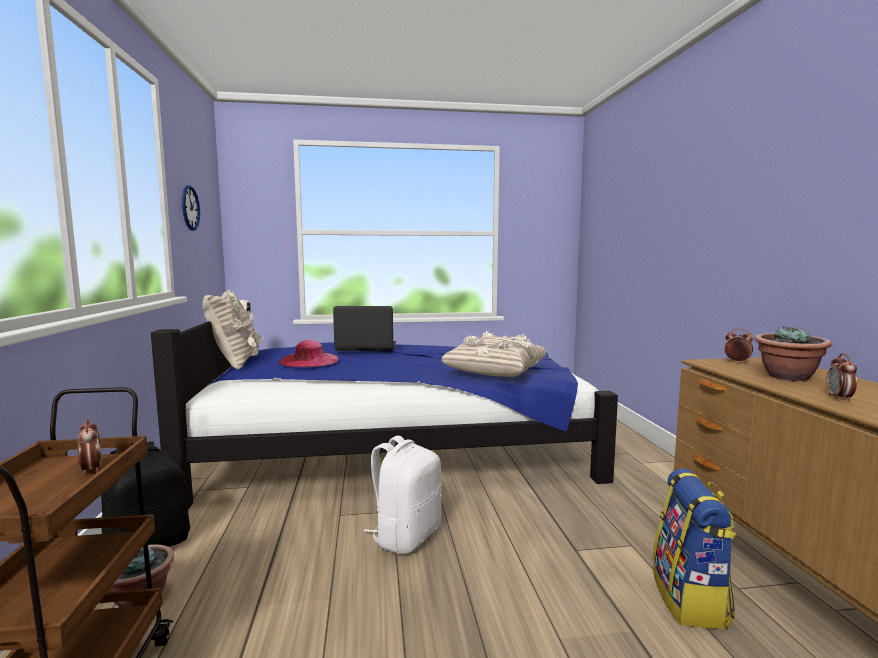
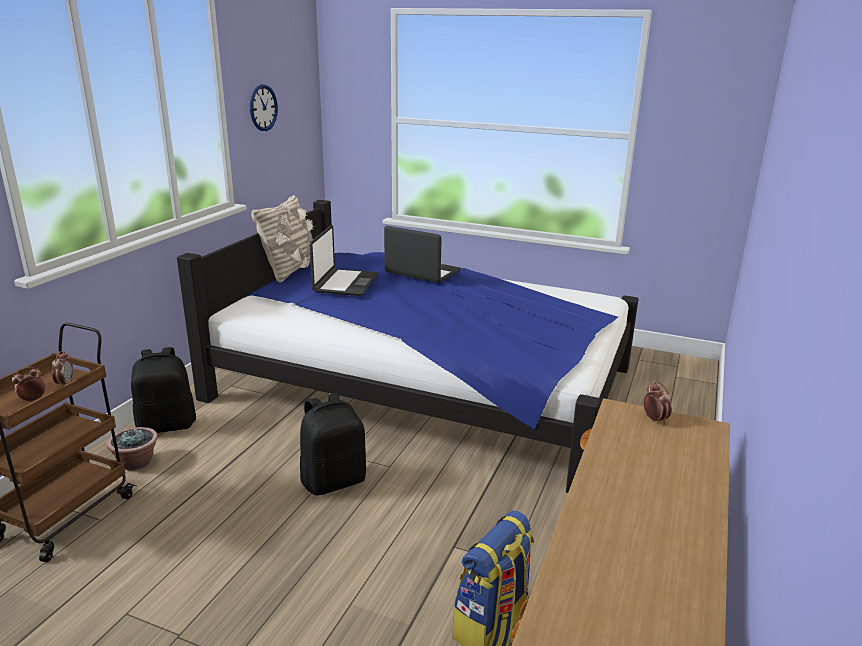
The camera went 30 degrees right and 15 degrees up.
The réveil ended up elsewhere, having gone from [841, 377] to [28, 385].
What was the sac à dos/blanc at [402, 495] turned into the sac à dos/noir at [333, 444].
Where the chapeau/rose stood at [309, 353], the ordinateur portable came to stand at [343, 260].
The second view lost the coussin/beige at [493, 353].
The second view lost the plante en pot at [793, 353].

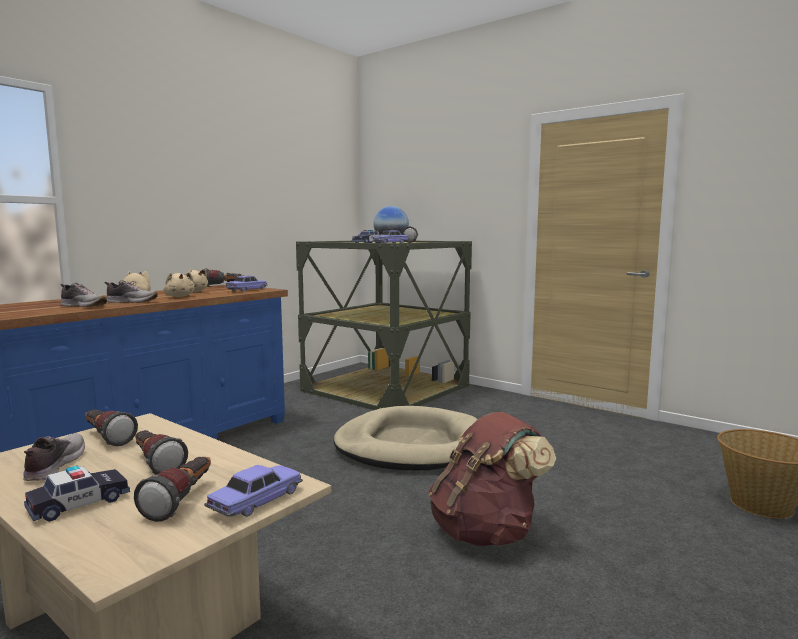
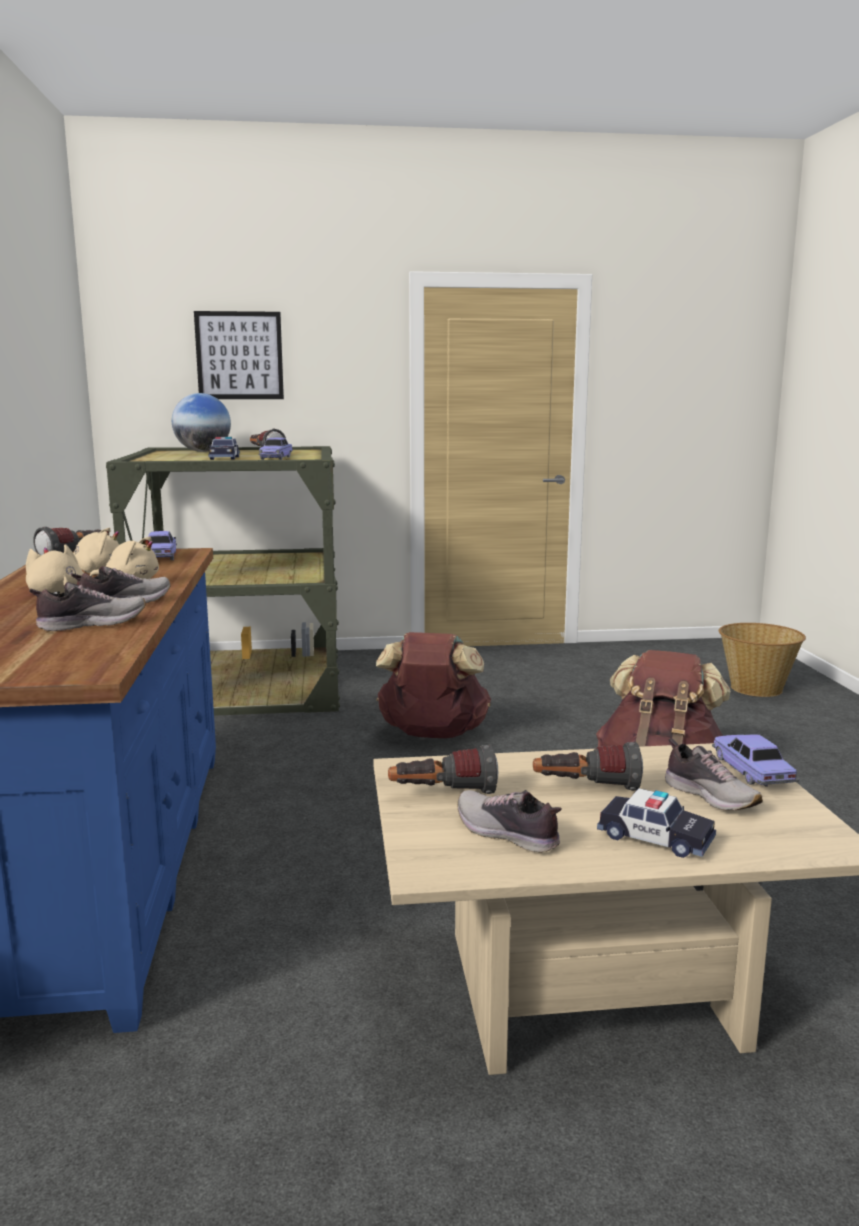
The camera went 45 degrees left and 5 degrees up.
The second view gained the tableau at [239, 355].
Where the panier pour chien/beige stood at [406, 438], the sac à dos/marron came to stand at [433, 685].
The petite voiture at [77, 494] ended up facing another way, 120 degrees clockwise from before.
Where the lampe de poche stood at [172, 489], the chaussure came to stand at [714, 774].

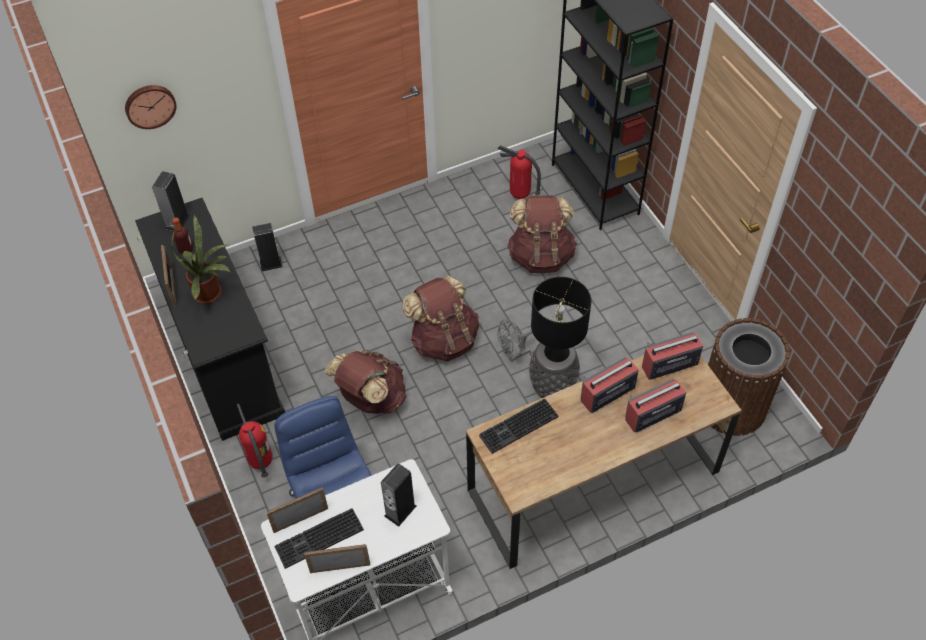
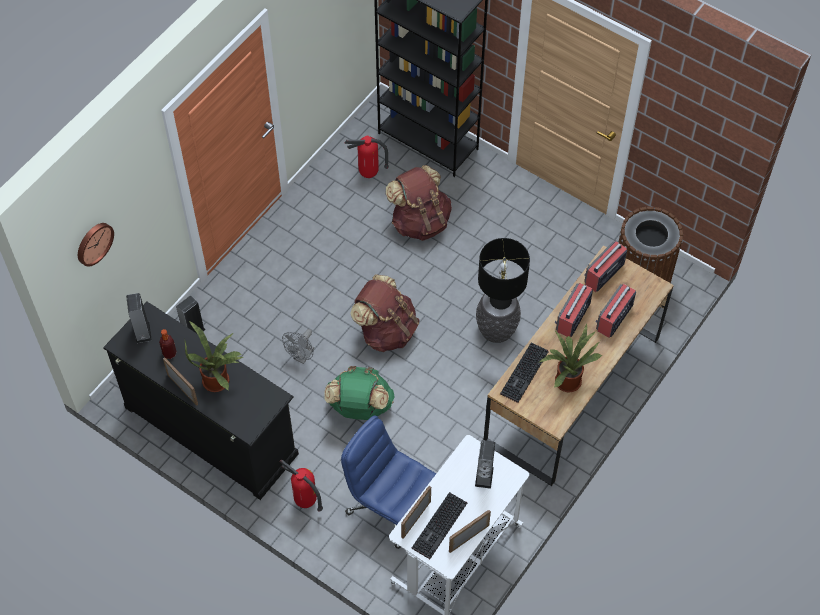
The camera went 30 degrees left and 5 degrees up.
The ventilateur/gris ended up elsewhere, having gone from [514, 340] to [298, 346].
What was the sac à dos/marron at [365, 382] turned into the sac à dos/vert at [359, 393].
The second view gained the plante en pot at [571, 358].

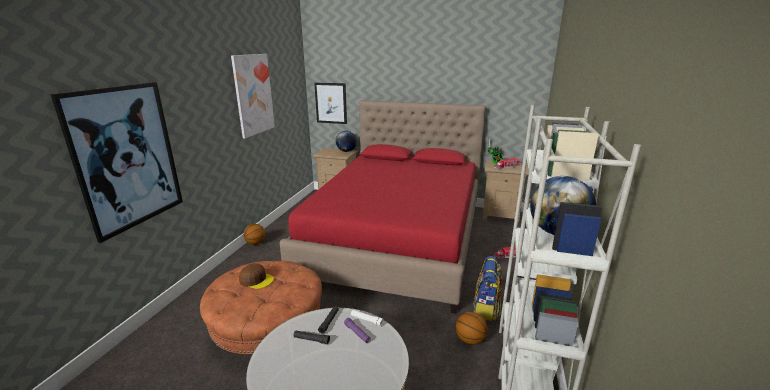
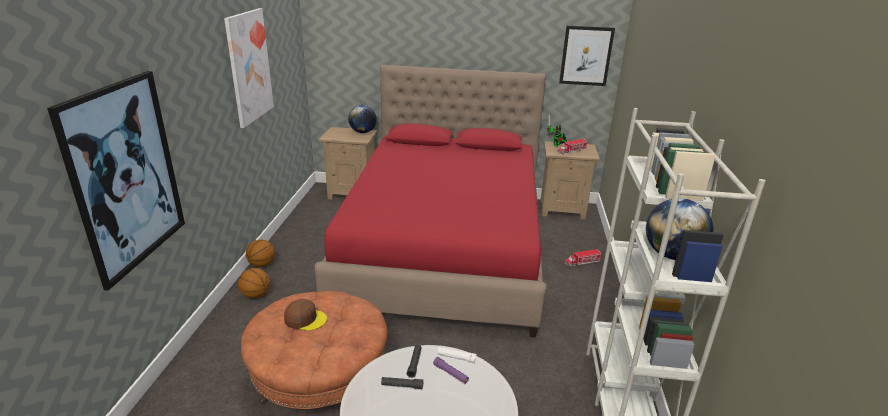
The camera went 10 degrees left and 5 degrees up.
The ballon de basket ended up elsewhere, having gone from [472, 328] to [254, 283].
The tableau ended up elsewhere, having gone from [330, 103] to [587, 55].
The second view lost the sac à dos at [487, 288].

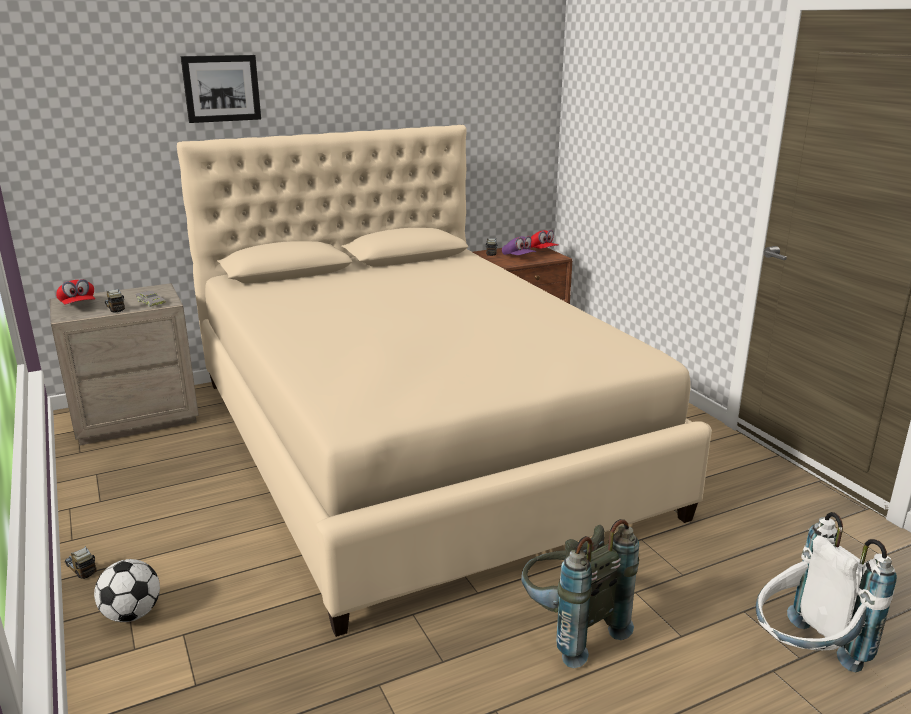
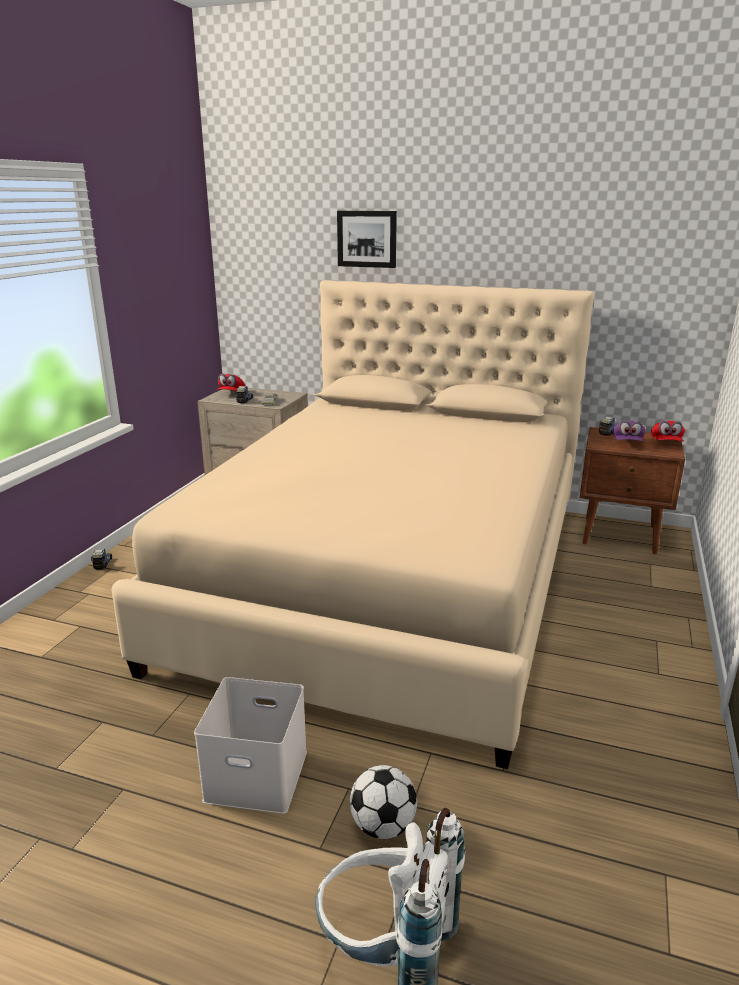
The camera went 45 degrees right and 0 degrees up.
Where the sac à dos/gris stood at [580, 593], the boîte de rangement/blanc came to stand at [250, 745].
The ballon de foot ended up elsewhere, having gone from [127, 590] to [383, 802].

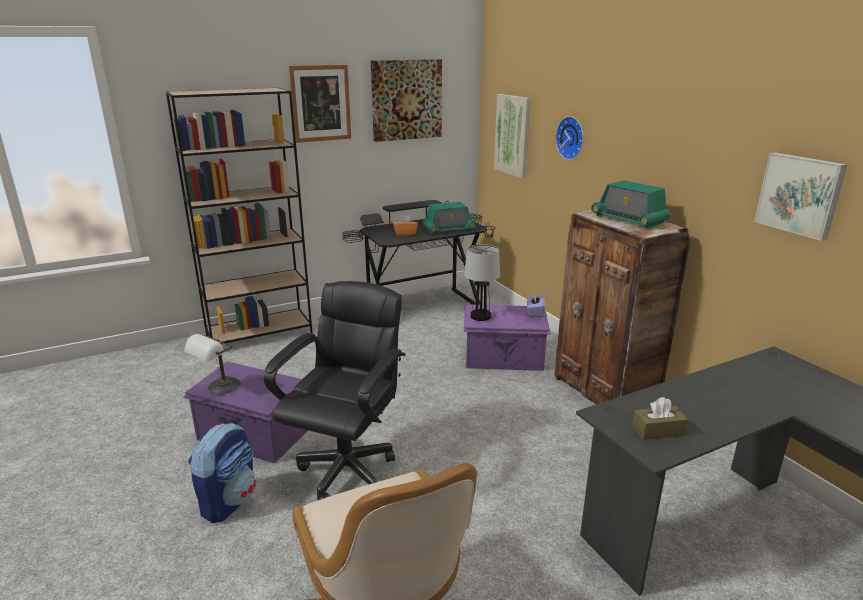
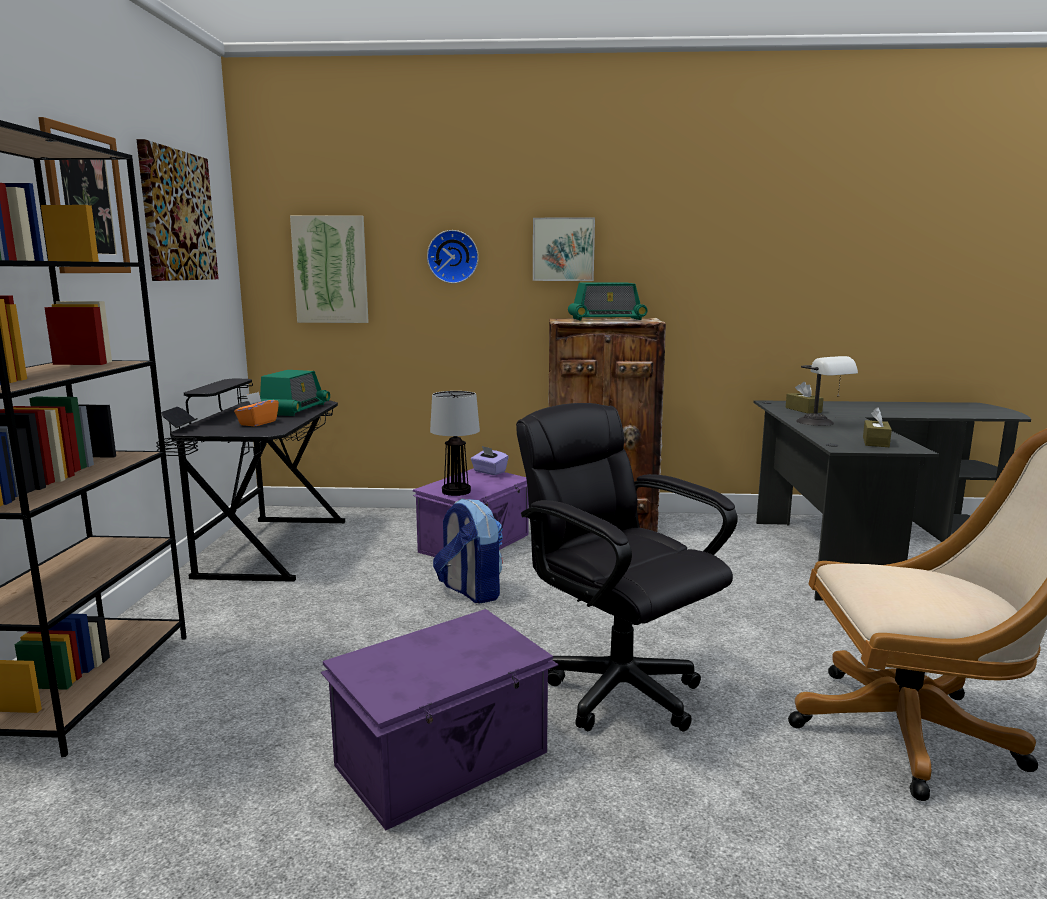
The camera went 60 degrees left and 10 degrees down.
The sac à dos ended up elsewhere, having gone from [222, 473] to [468, 550].
The tableau ended up elsewhere, having gone from [800, 196] to [564, 249].
The second view gained the boîte à mouchoirs/marron at [804, 398].
The lampe de table ended up elsewhere, having gone from [213, 364] to [827, 391].

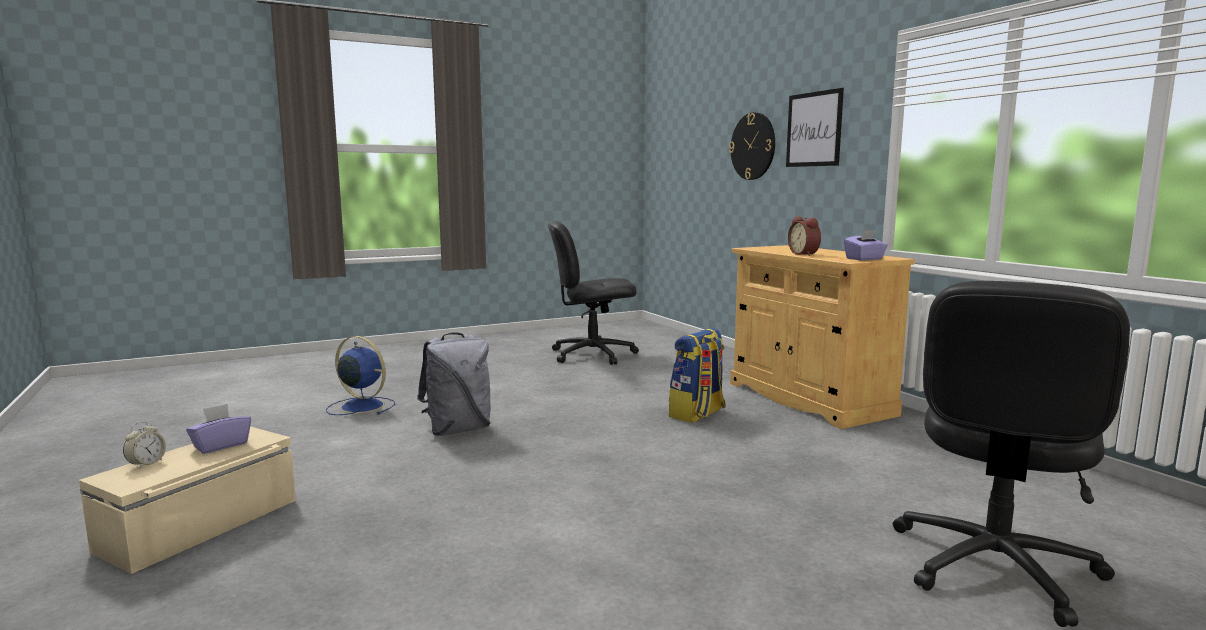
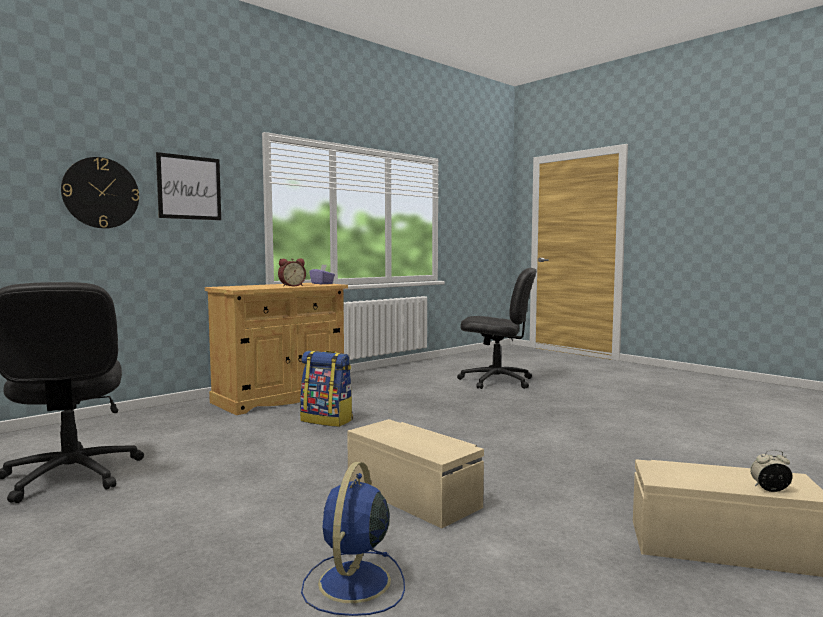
The camera went 105 degrees left and 5 degrees down.
Where the sac à dos/gris stood at [454, 384], the boîte de rangement/beige came to stand at [415, 473].
The second view lost the boîte à mouchoirs/violet at [218, 429].

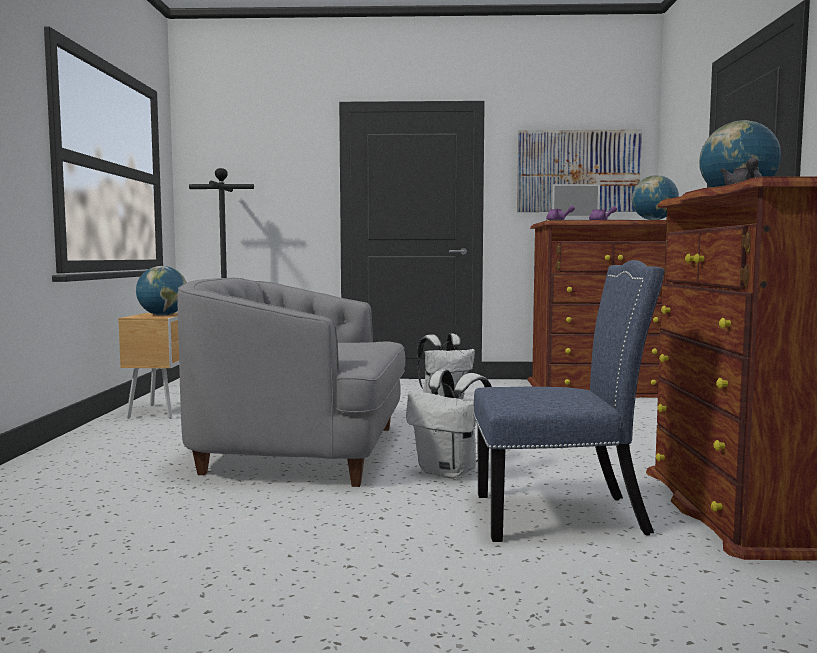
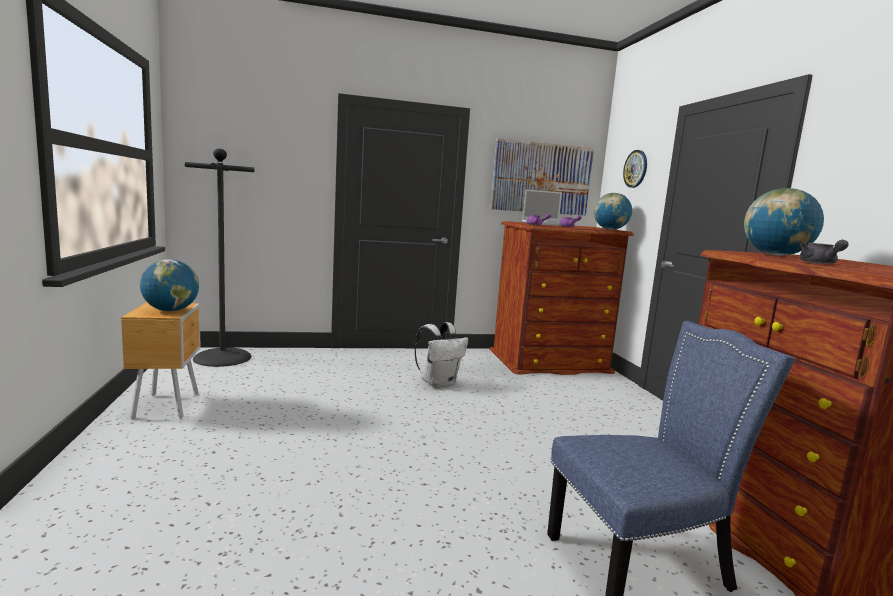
The camera went 15 degrees left and 5 degrees up.
The second view gained the horloge murale at [635, 169].
The second view lost the fauteuil/gris at [292, 382].
The second view lost the sac à dos/blanc at [449, 424].

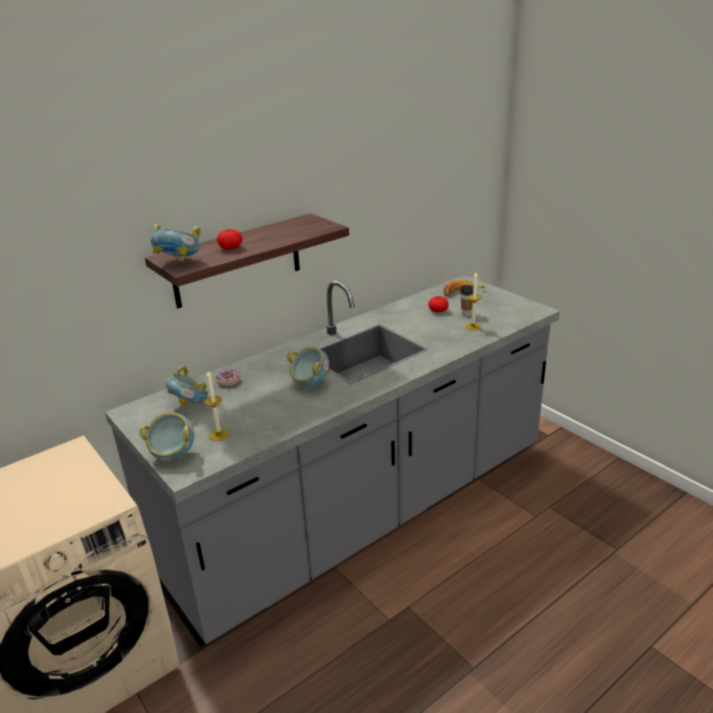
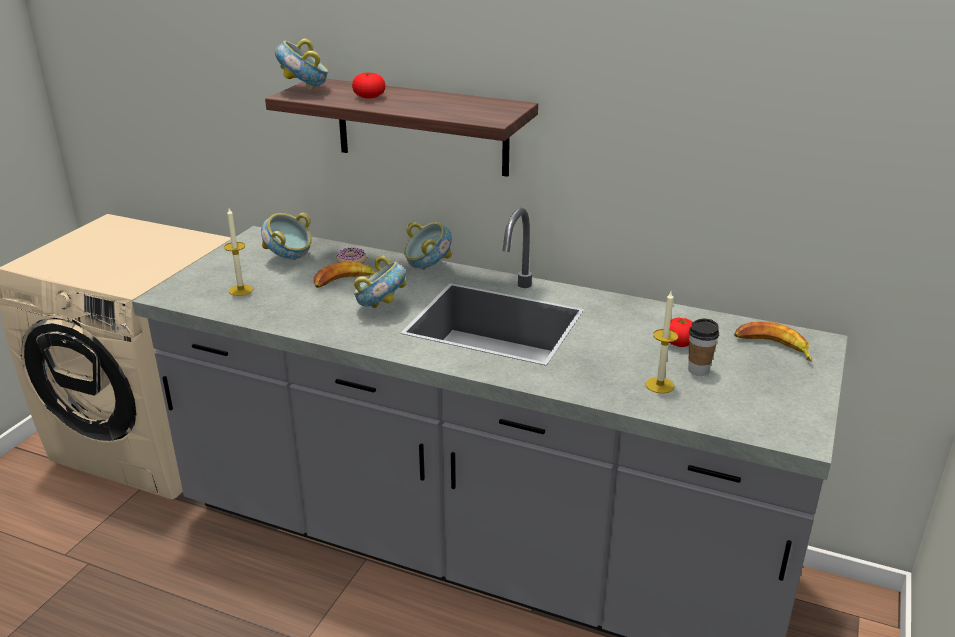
The camera went 60 degrees right and 0 degrees up.
The second view gained the banane at [344, 275].
The bol ended up elsewhere, having gone from [166, 436] to [428, 246].

